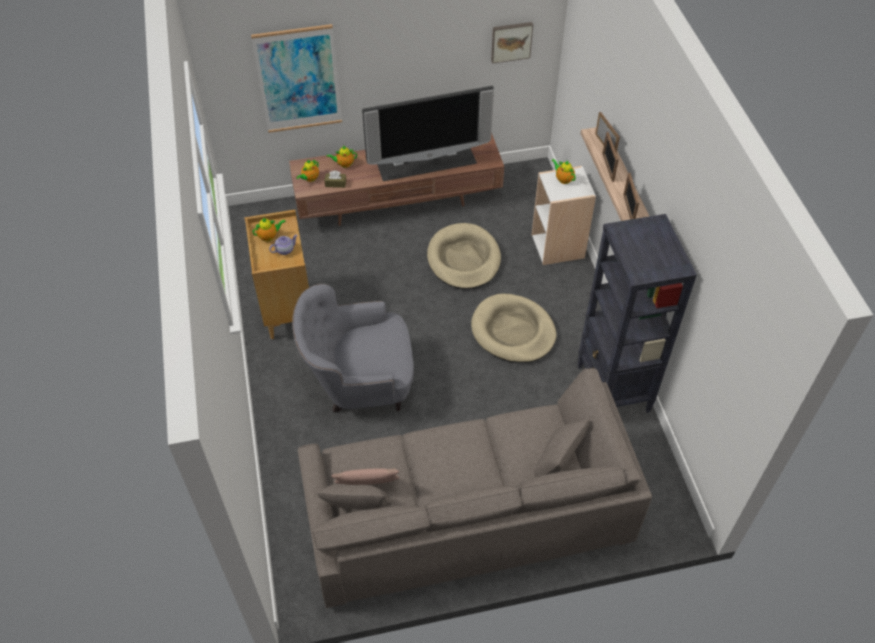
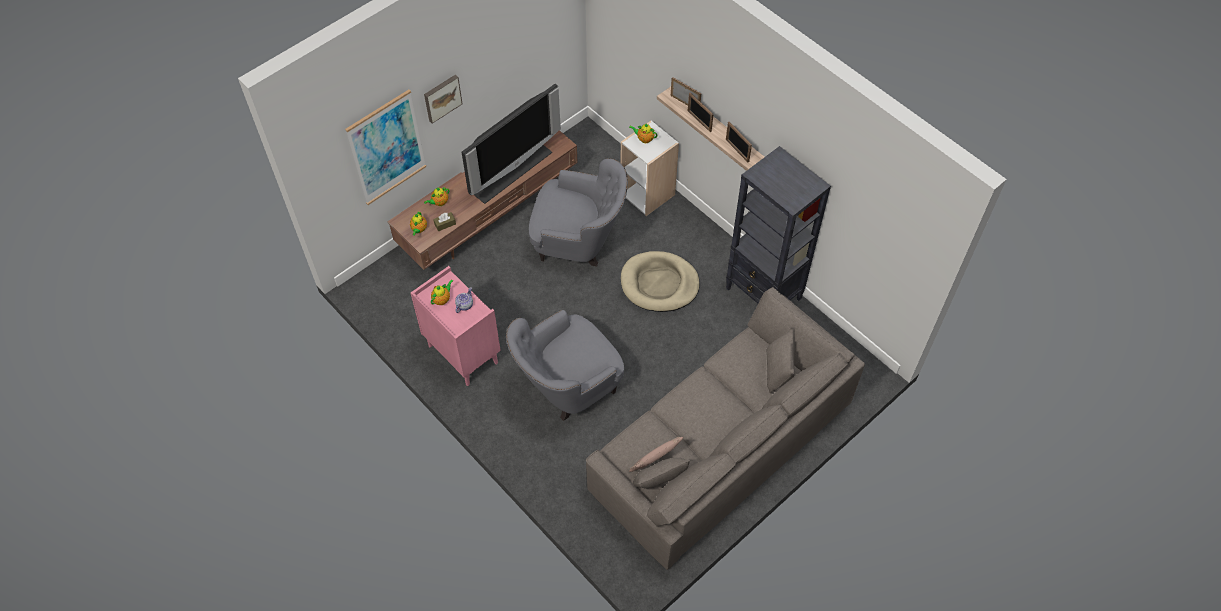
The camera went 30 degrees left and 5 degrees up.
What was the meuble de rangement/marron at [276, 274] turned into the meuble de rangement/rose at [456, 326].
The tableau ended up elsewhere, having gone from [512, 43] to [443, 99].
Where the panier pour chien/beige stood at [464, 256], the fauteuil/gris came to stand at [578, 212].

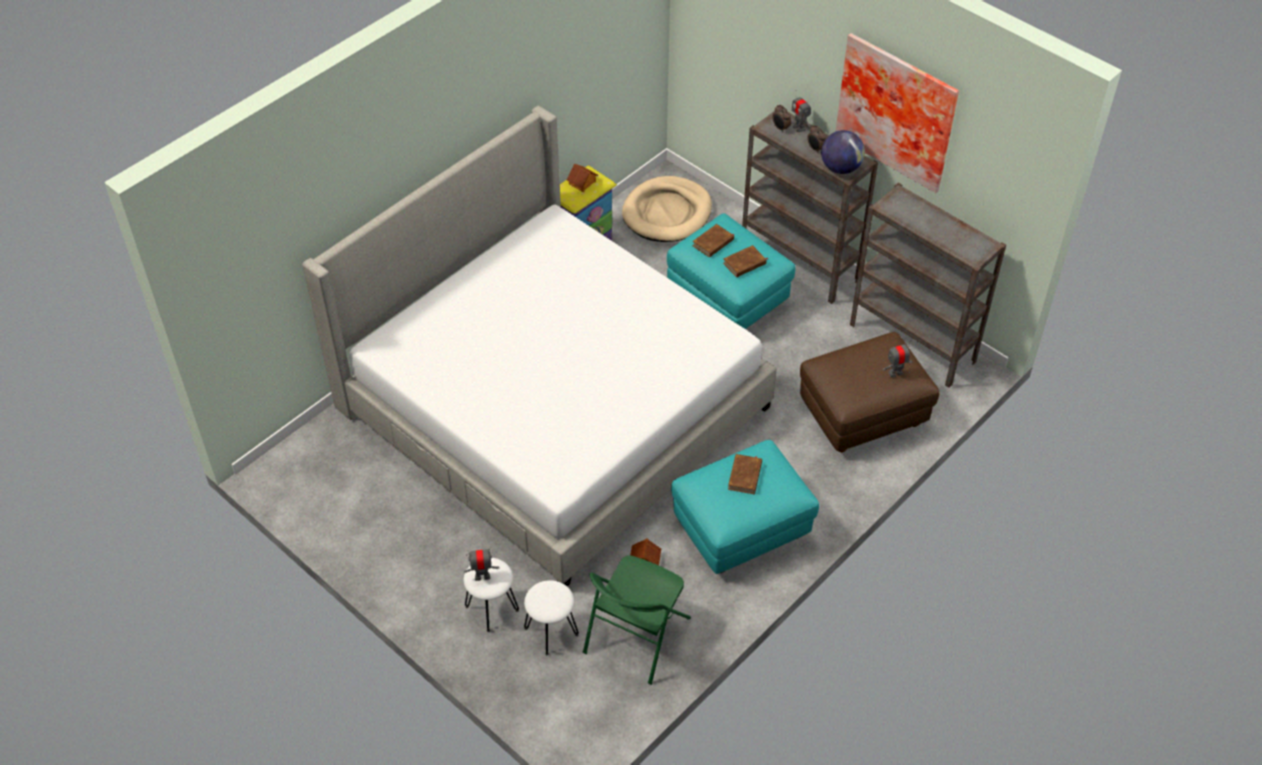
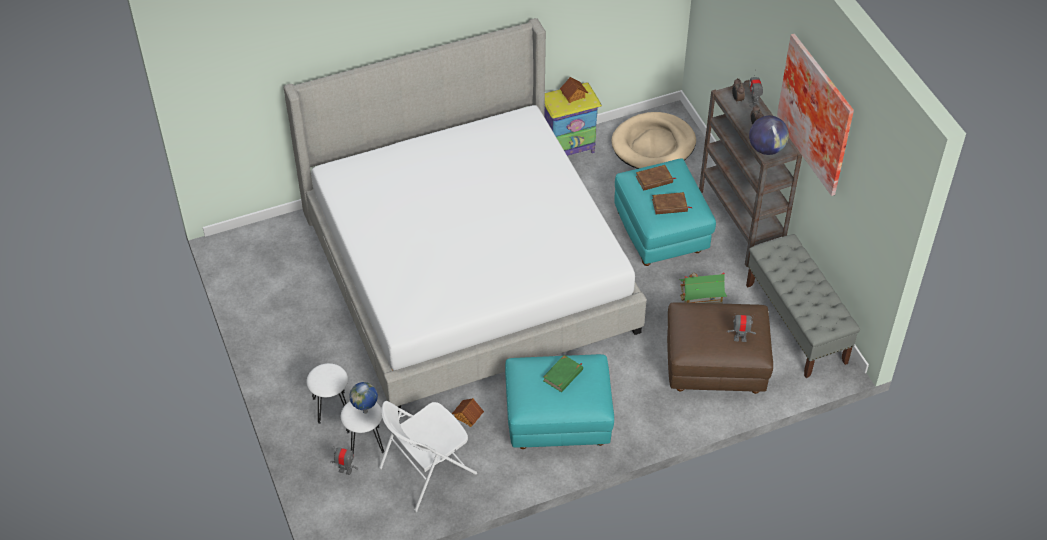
The camera went 25 degrees right and 0 degrees up.
The robot jouet ended up elsewhere, having gone from [481, 564] to [344, 461].
The second view gained the globe at [363, 398].
What was the chaise/vert at [637, 620] turned into the chaise/blanc at [428, 456].
What was the livre/marron at [745, 474] turned into the livre/vert at [563, 373].
The second view gained the maison miniature at [703, 288].
Where the bibliothèque/gris stood at [928, 285], the banc/gris came to stand at [803, 306].

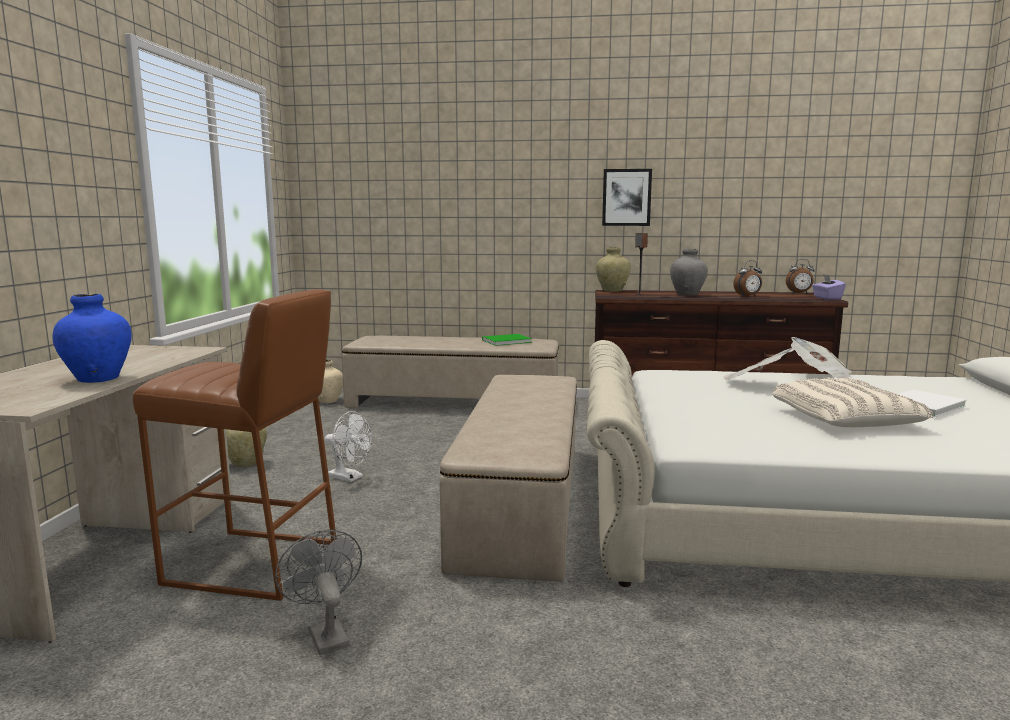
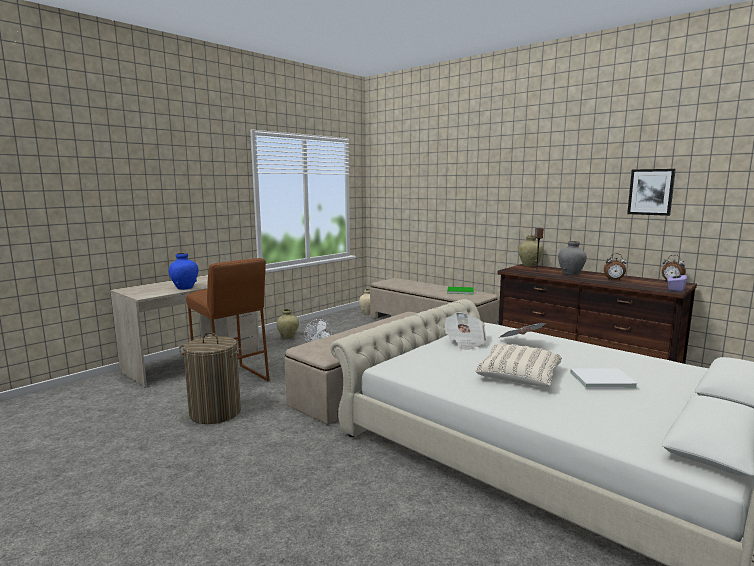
The camera went 35 degrees right and 0 degrees up.
Where the ventilateur/gris stood at [318, 592], the panier à linge came to stand at [210, 378].
The journal ended up elsewhere, having gone from [821, 357] to [465, 331].
The tableau ended up elsewhere, having gone from [627, 197] to [651, 192].

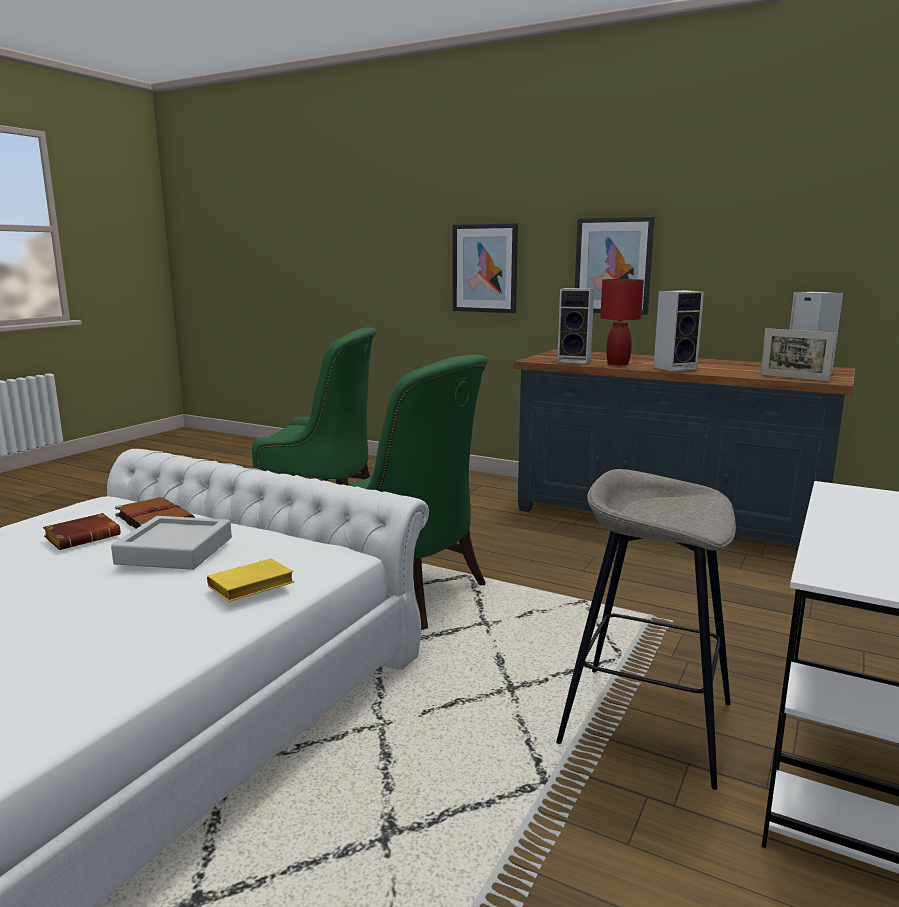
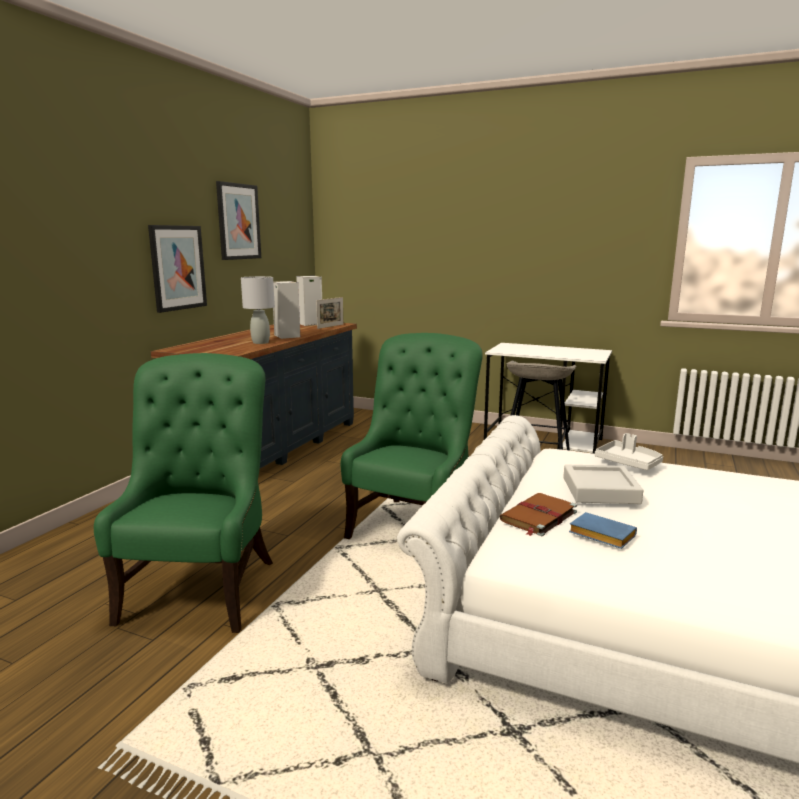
The camera went 95 degrees left and 0 degrees up.
The tableau ended up elsewhere, having gone from [485, 268] to [238, 220].
What was the lampe de table/rouge at [622, 322] turned into the lampe de table/gris at [258, 310].
What was the livre/marron at [82, 531] turned into the livre/bleu at [603, 530].
Where the livre/jaune stood at [250, 580], the plateau/blanc came to stand at [629, 451].
The second view lost the enceinte at [575, 326].

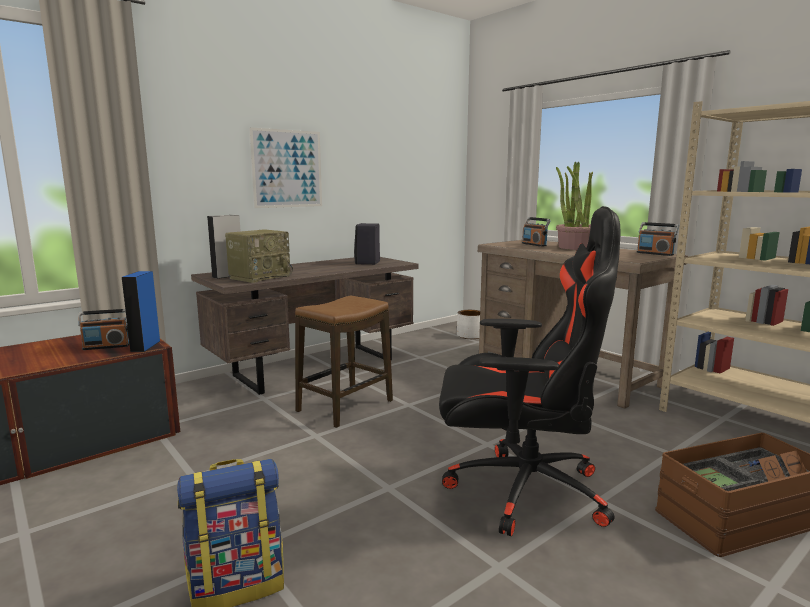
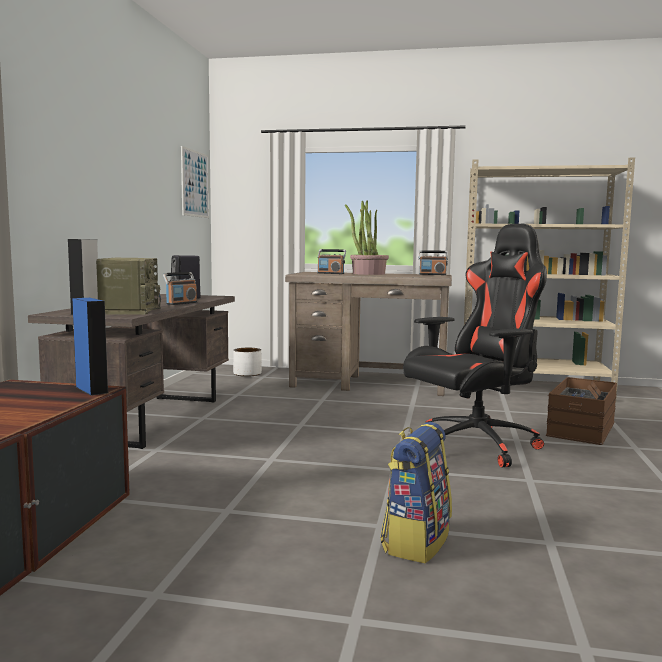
The camera went 40 degrees left and 5 degrees down.
The radio ended up elsewhere, having gone from [104, 329] to [180, 288].
The tableau ended up elsewhere, having gone from [285, 167] to [195, 182].
The second view lost the tabouret at [344, 362].

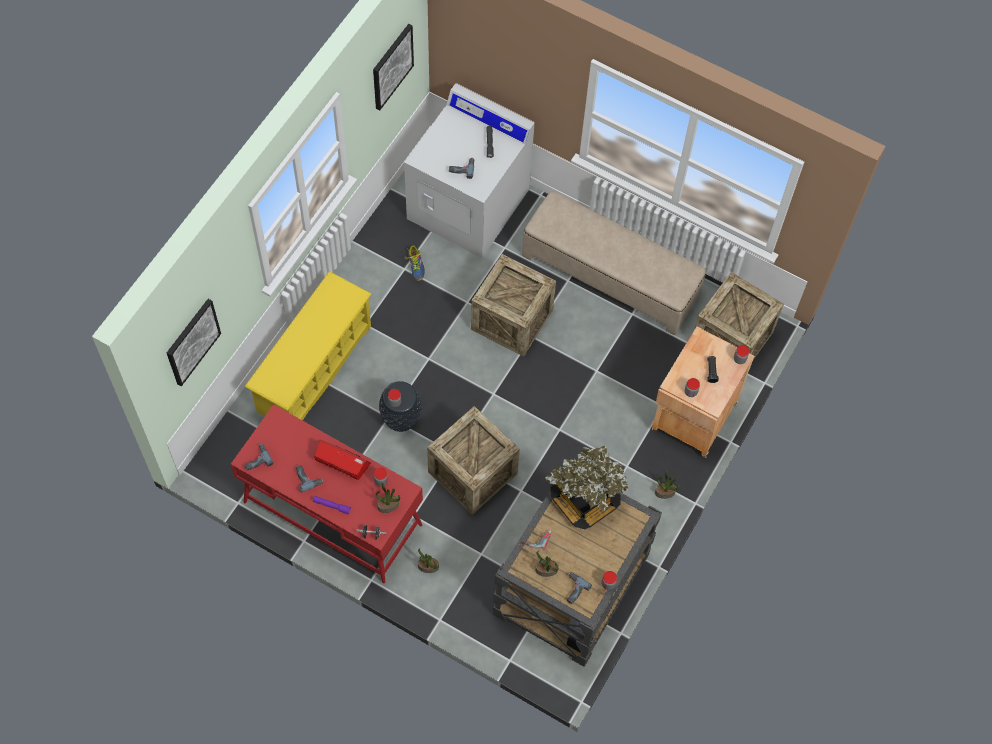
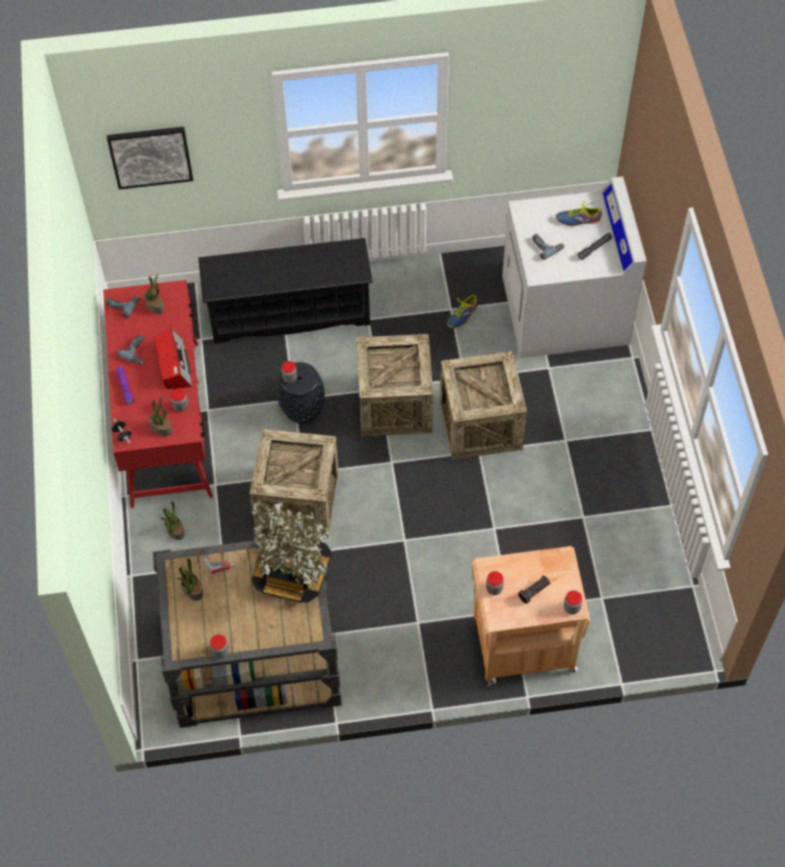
The camera went 55 degrees right and 5 degrees down.
The plante en pot ended up elsewhere, having gone from [667, 484] to [154, 294].
What was the étagère à chaussures/jaune at [307, 346] turned into the étagère à chaussures/noir at [285, 291].
The caisse ended up elsewhere, having gone from [739, 316] to [394, 385].
The second view gained the chaussure at [578, 213].
The second view lost the tableau at [393, 67].
The second view lost the banc/beige at [614, 263].
The second view lost the perceuse at [579, 588].

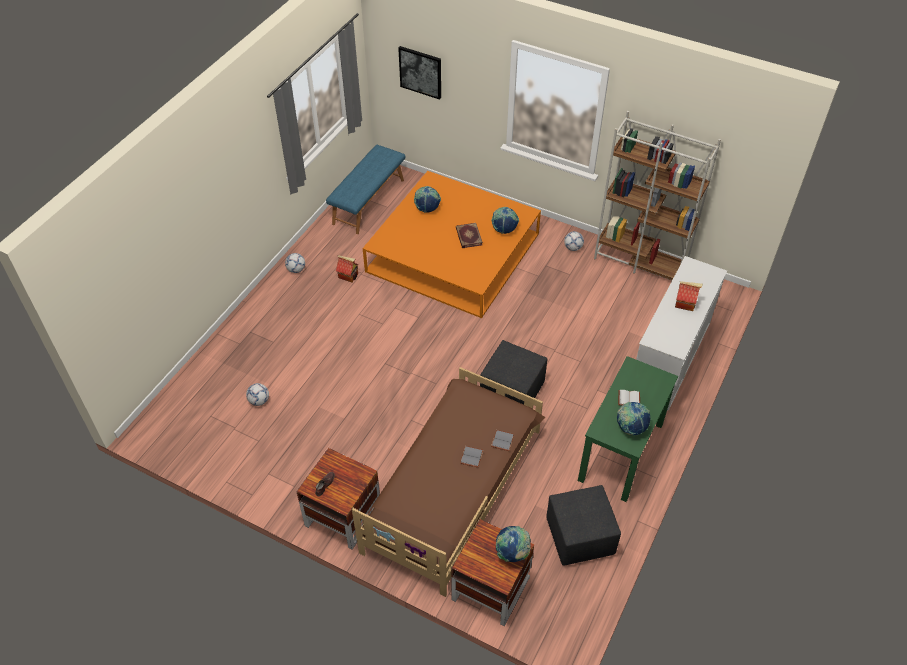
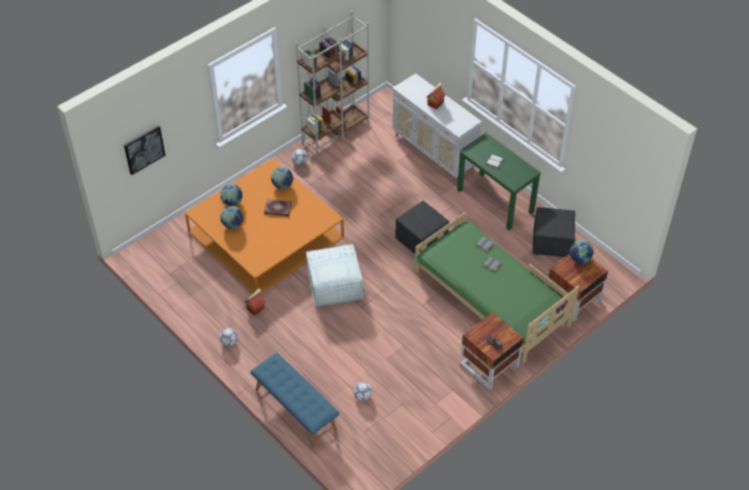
The camera went 70 degrees left and 0 degrees up.
The globe ended up elsewhere, having gone from [633, 419] to [231, 195].
The banc/bleu ended up elsewhere, having gone from [365, 189] to [294, 400].
The second view gained the pouf/blanc at [334, 275].
What was the lit/marron at [449, 482] turned into the lit/vert at [496, 288].

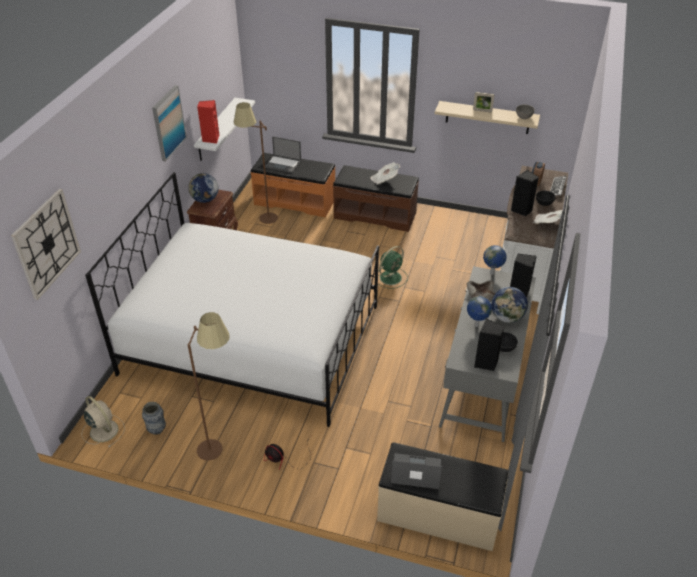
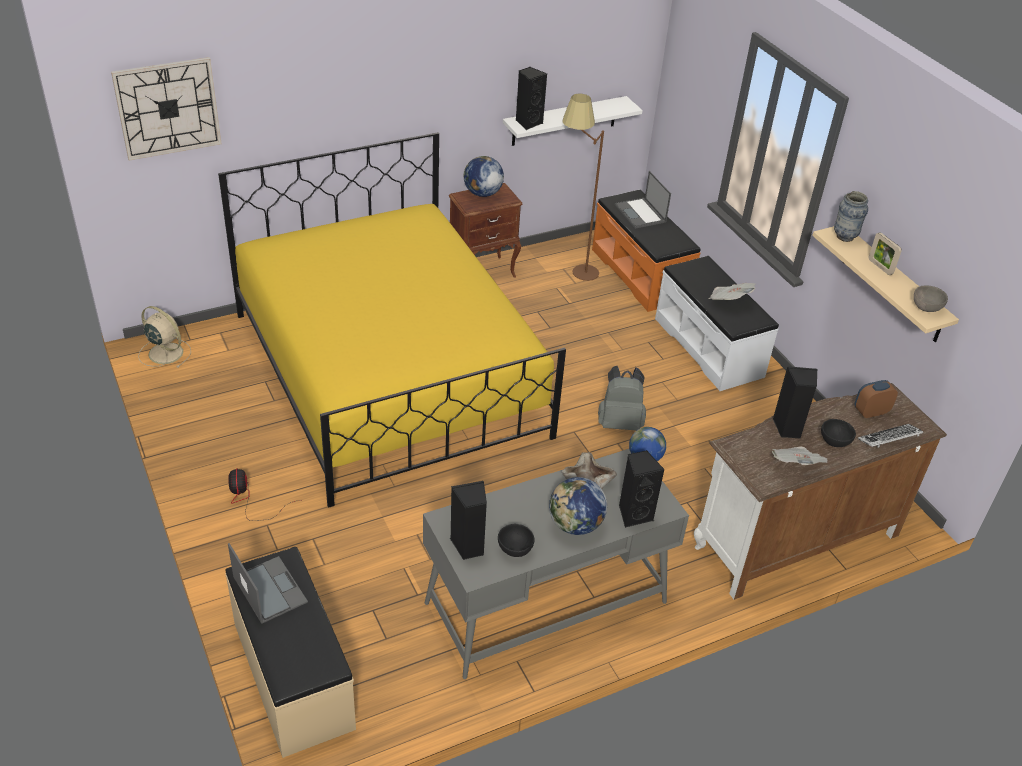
The camera went 45 degrees right and 0 degrees up.
The ventilateur/beige at [103, 422] ended up facing another way, 60 degrees counterclockwise from before.
What was the lit/blanc at [232, 299] turned into the lit/jaune at [392, 320].
What was the enceinte/rouge at [208, 122] turned into the enceinte/noir at [531, 98].
Where the ventilateur/vert stood at [391, 267], the sac à dos/gris came to stand at [622, 398].
What was the banc/marron at [376, 198] turned into the banc/blanc at [717, 323].
The vase ended up elsewhere, having gone from [154, 418] to [851, 216].
The second view lost the tableau at [169, 123].
The second view lost the lampadaire/marron at [208, 386].
The second view lost the globe at [479, 311].

